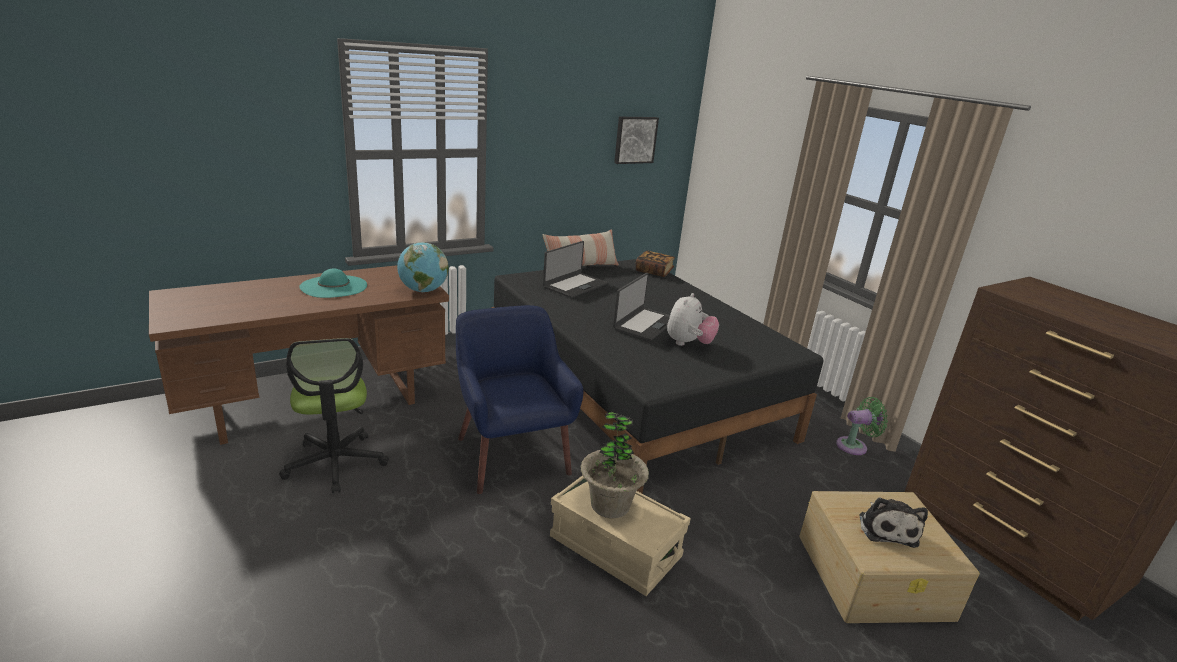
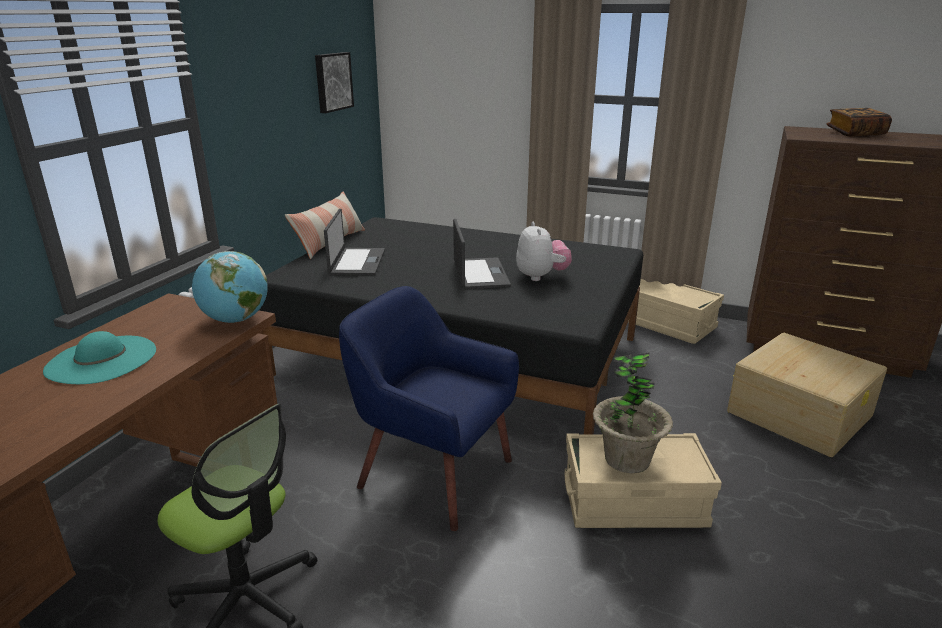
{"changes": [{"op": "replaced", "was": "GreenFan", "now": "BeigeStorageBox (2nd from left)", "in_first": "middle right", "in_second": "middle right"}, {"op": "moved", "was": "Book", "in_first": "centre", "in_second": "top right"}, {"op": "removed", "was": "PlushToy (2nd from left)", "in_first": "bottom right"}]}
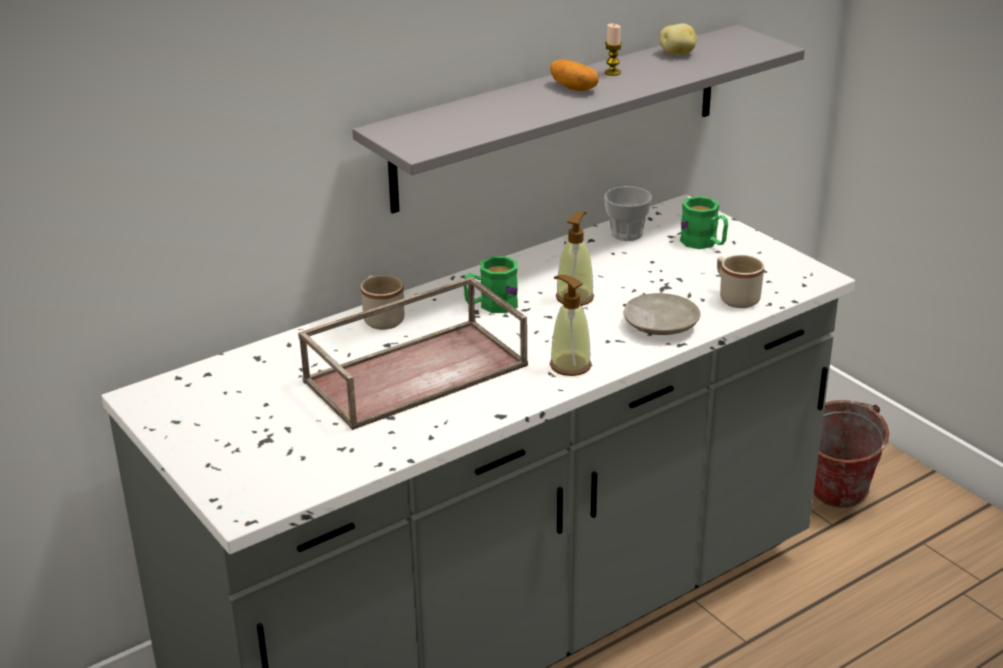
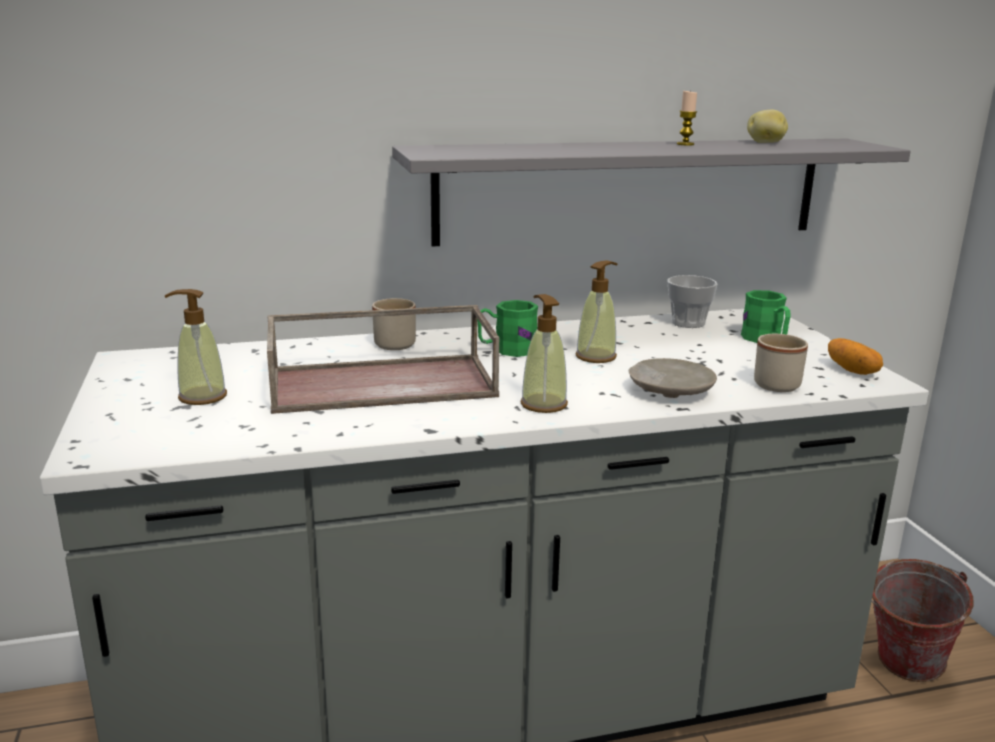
{"changes": [{"op": "added", "now": "SoapDispenser (1st from left)", "in_second": "middle left"}, {"op": "moved", "was": "Potato (1st from left in the first image)", "now": "Potato (2nd from left)", "in_first": "top centre", "in_second": "middle right"}]}
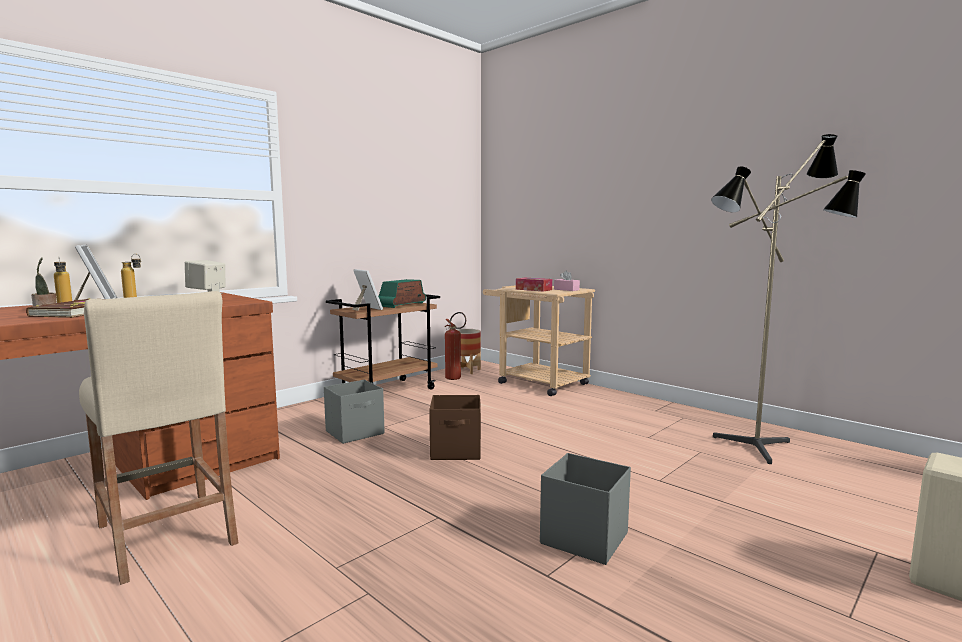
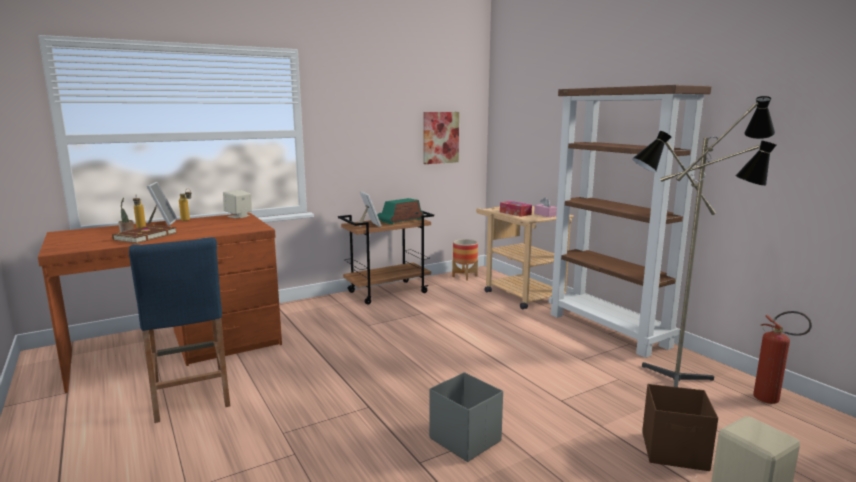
{"changes": [{"op": "recoloured", "was": "BeigeStool (1st from left)", "now": "BlueStool", "in_first": "bottom left", "in_second": "bottom left"}, {"op": "added", "now": "Picture", "in_second": "top centre"}, {"op": "added", "now": "BrownBookcase", "in_second": "middle right"}, {"op": "moved", "was": "BrownStorageBox", "in_first": "centre", "in_second": "bottom right"}, {"op": "moved", "was": "FireExtinguisher", "in_first": "centre", "in_second": "bottom right"}, {"op": "removed", "was": "GreyStorageBox (1st from left)", "in_first": "centre"}]}
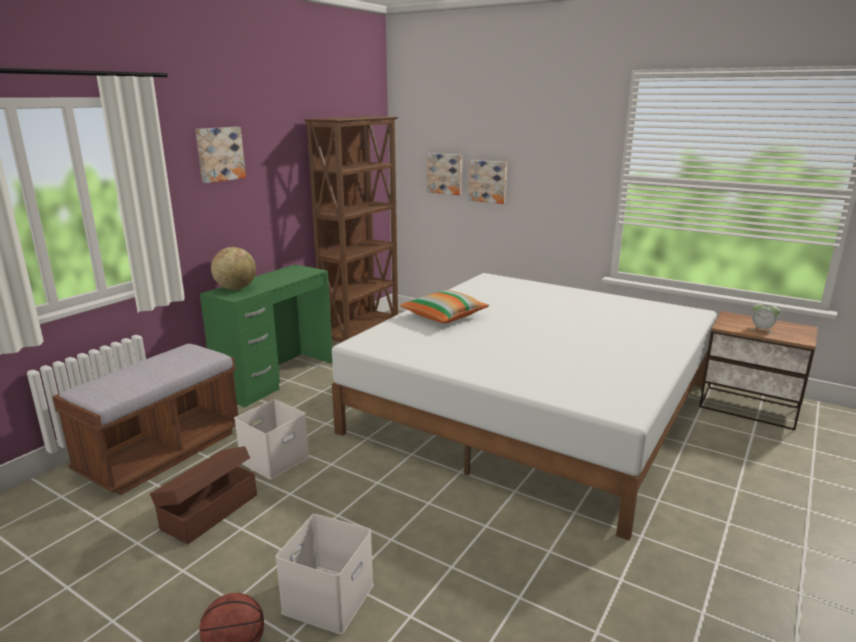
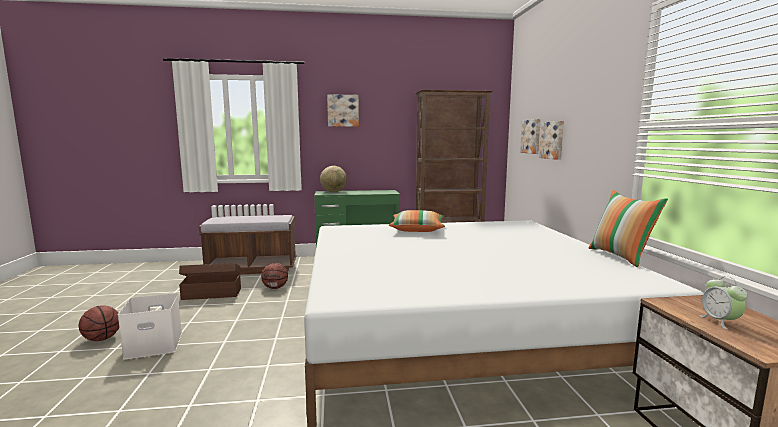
{"changes": [{"op": "replaced", "was": "WhiteStorageBox (1st from left)", "now": "Basketball (2nd from left)", "in_first": "bottom left", "in_second": "centre"}, {"op": "added", "now": "Pillow (2nd from left)", "in_second": "middle right"}]}
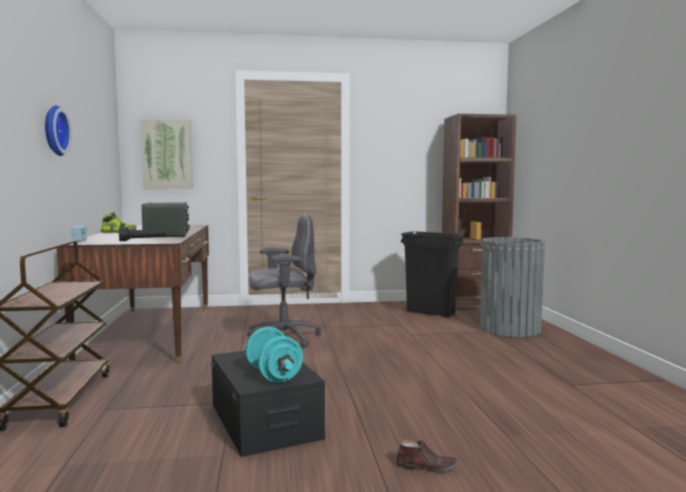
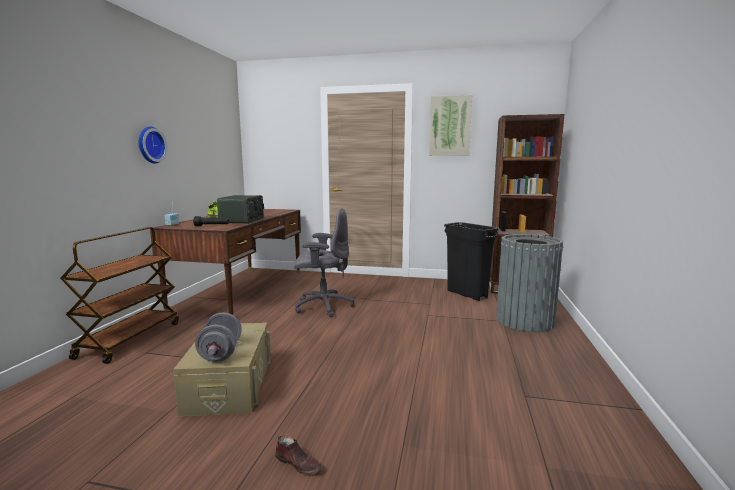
{"changes": [{"op": "recoloured", "was": "BlackStorageBox", "now": "BeigeStorageBox", "in_first": "bottom centre", "in_second": "bottom left"}, {"op": "recoloured", "was": "TurquoiseDumbbell", "now": "GreyDumbbell", "in_first": "bottom centre", "in_second": "bottom left"}, {"op": "moved", "was": "Picture", "in_first": "top left", "in_second": "top centre"}]}
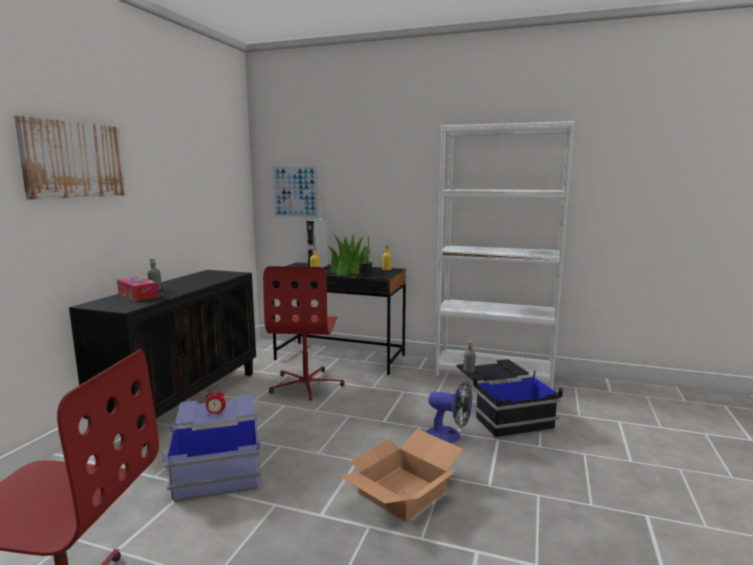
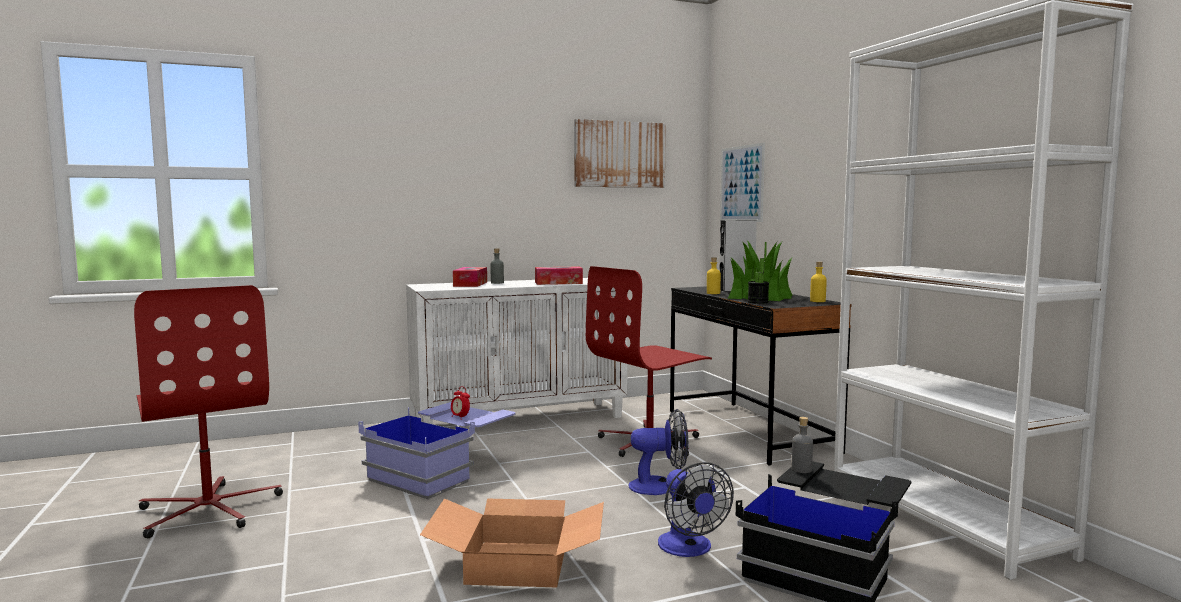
{"changes": [{"op": "recoloured", "was": "BlackCabinet", "now": "WhiteCabinet", "in_first": "middle left", "in_second": "centre"}, {"op": "added", "now": "TissueBox (2nd from left)", "in_second": "centre"}, {"op": "moved", "was": "Picture (1st from left)", "in_first": "top left", "in_second": "top centre"}, {"op": "added", "now": "Fan (1st from left)", "in_second": "bottom centre"}]}
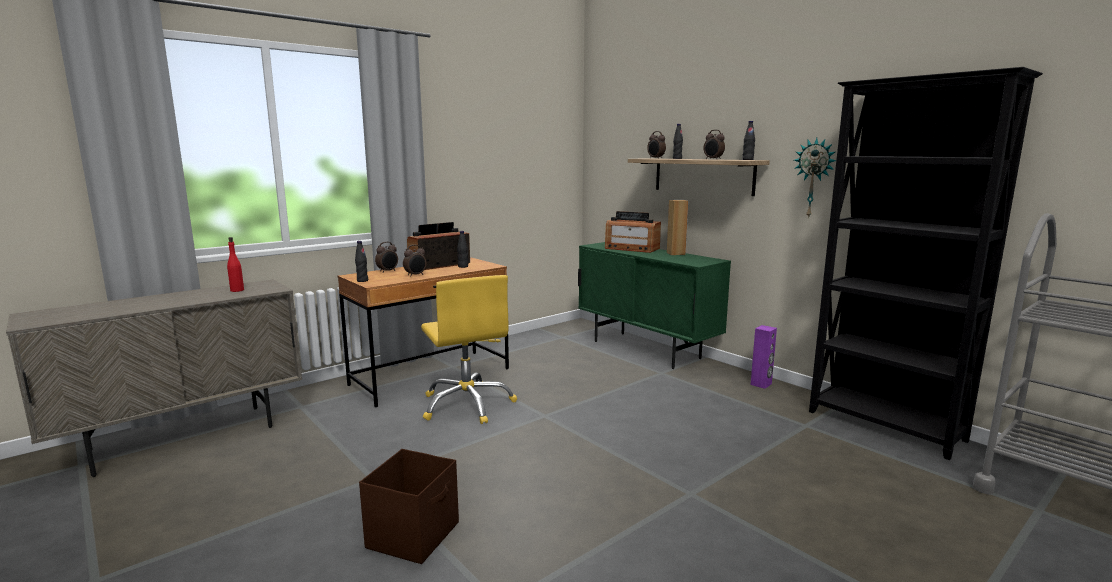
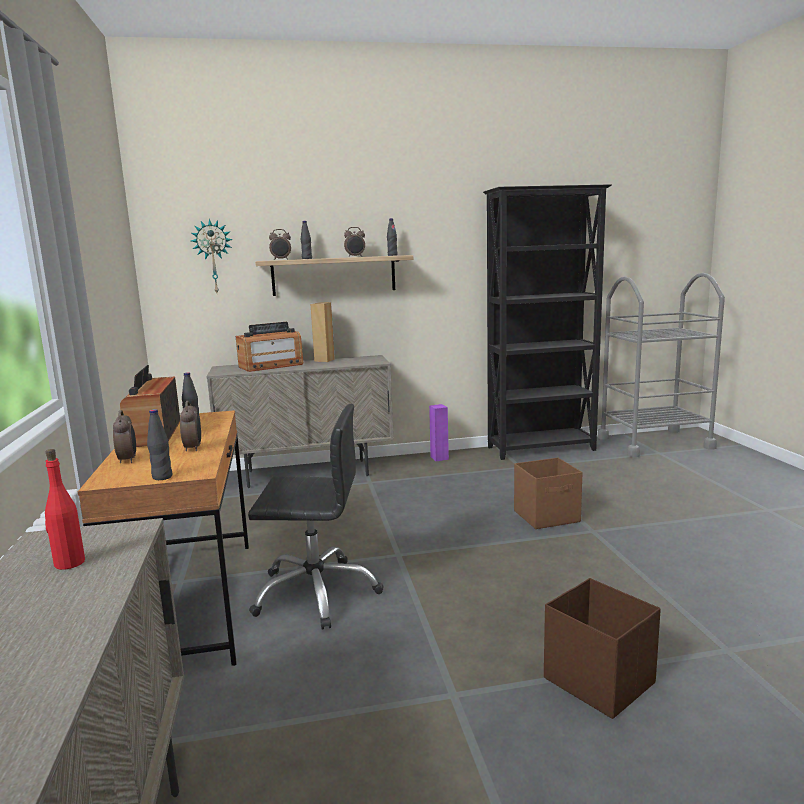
{"changes": [{"op": "moved", "was": "WallClock", "in_first": "top right", "in_second": "top left"}, {"op": "recoloured", "was": "GreenCabinet", "now": "BeigeCabinet (2nd from left)", "in_first": "centre", "in_second": "centre"}, {"op": "recoloured", "was": "YellowOfficeChair", "now": "BlackOfficeChair", "in_first": "centre", "in_second": "centre"}, {"op": "added", "now": "BrownStorageBox (1st from left)", "in_second": "middle right"}]}
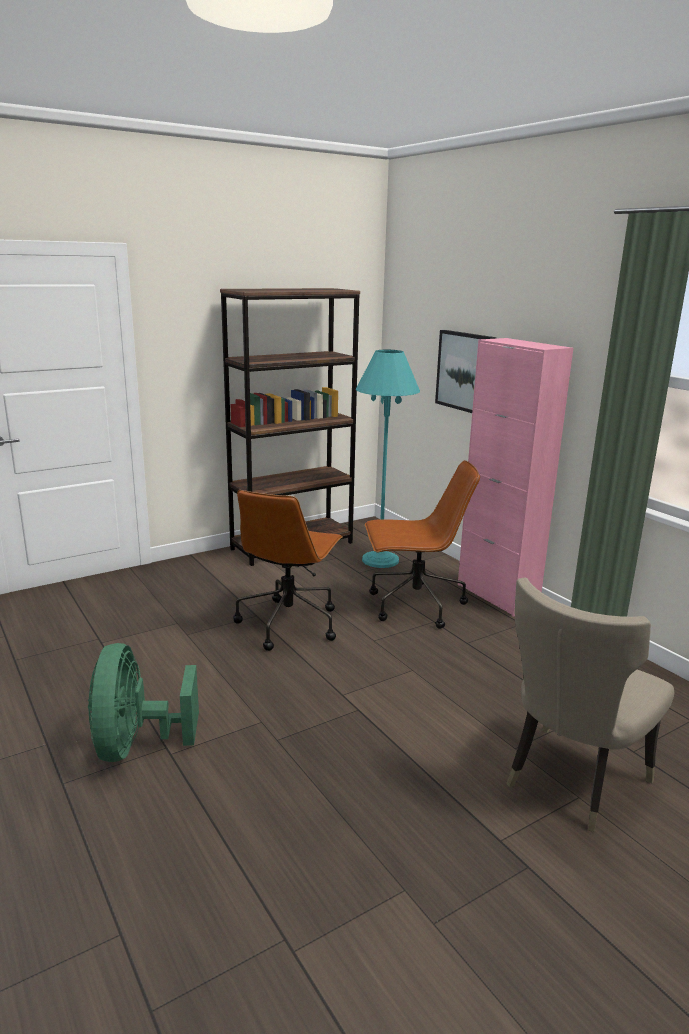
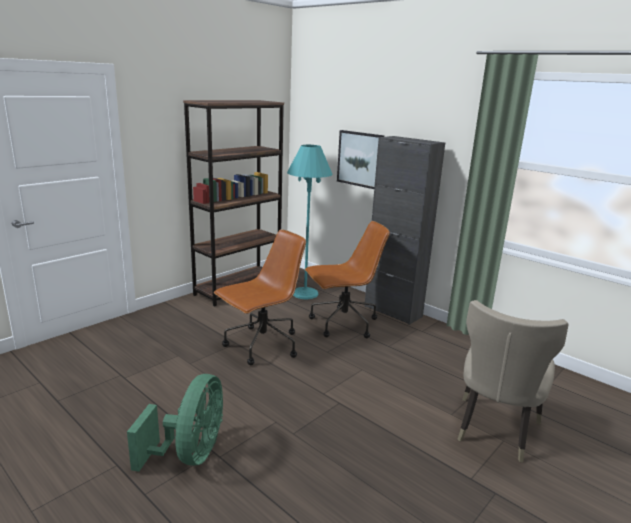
{"changes": [{"op": "turned", "was": "GreenFan", "in_first": "bottom left", "in_second": "bottom left", "clockwise": -150}, {"op": "turned", "was": "BrownOfficeChair (1st from left)", "in_first": "centre", "in_second": "centre", "clockwise": -135}, {"op": "recoloured", "was": "PinkCabinet", "now": "BlackCabinet", "in_first": "middle right", "in_second": "centre"}]}
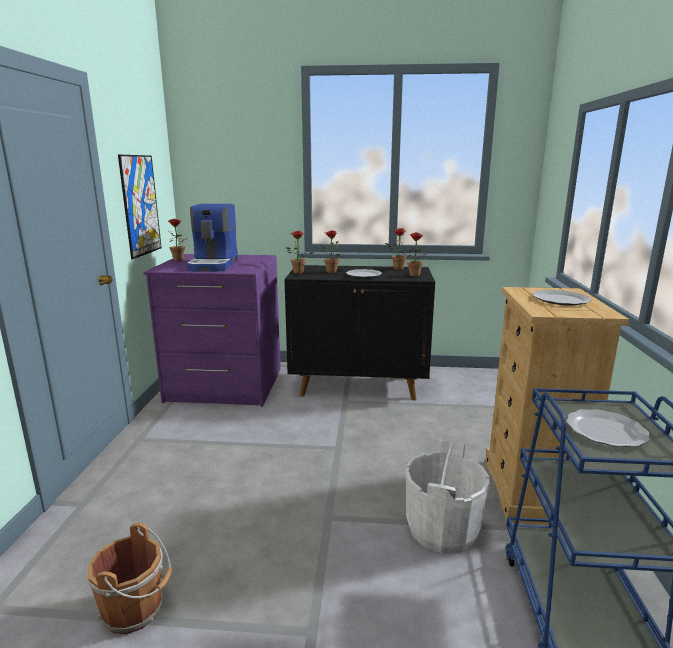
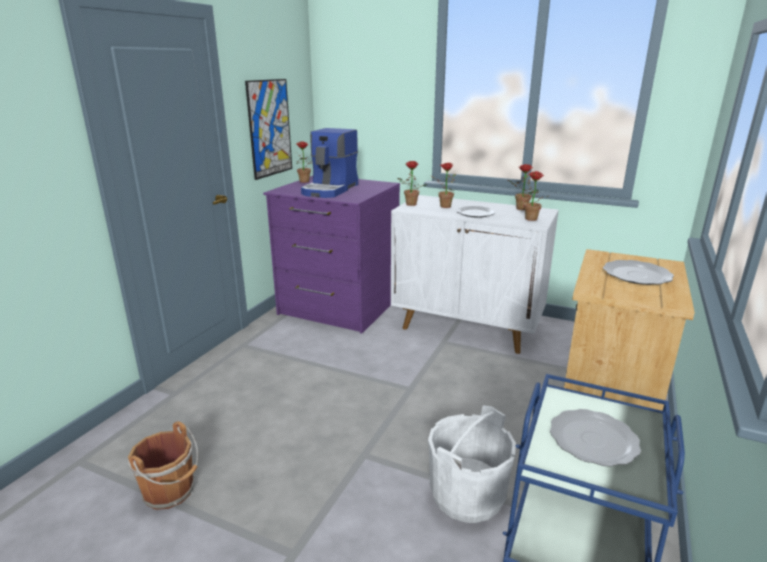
{"changes": [{"op": "recoloured", "was": "BlackCabinet", "now": "WhiteCabinet", "in_first": "centre", "in_second": "centre"}]}
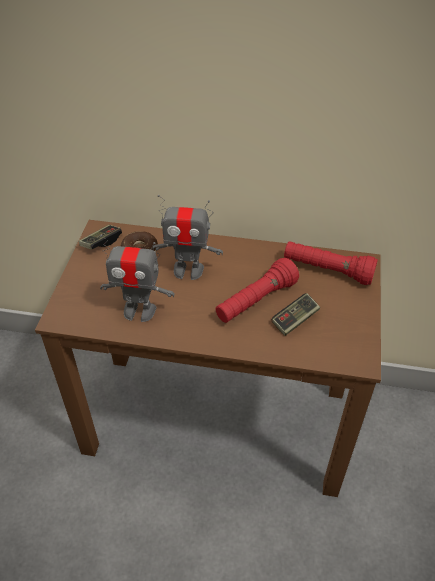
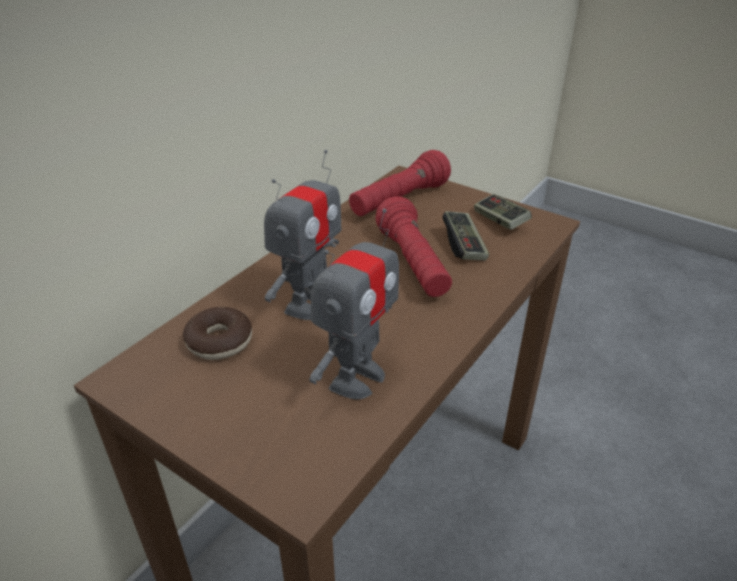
{"changes": [{"op": "moved", "was": "GameController (1st from left in the first image)", "now": "GameController (2nd from left)", "in_first": "middle left", "in_second": "middle right"}]}
